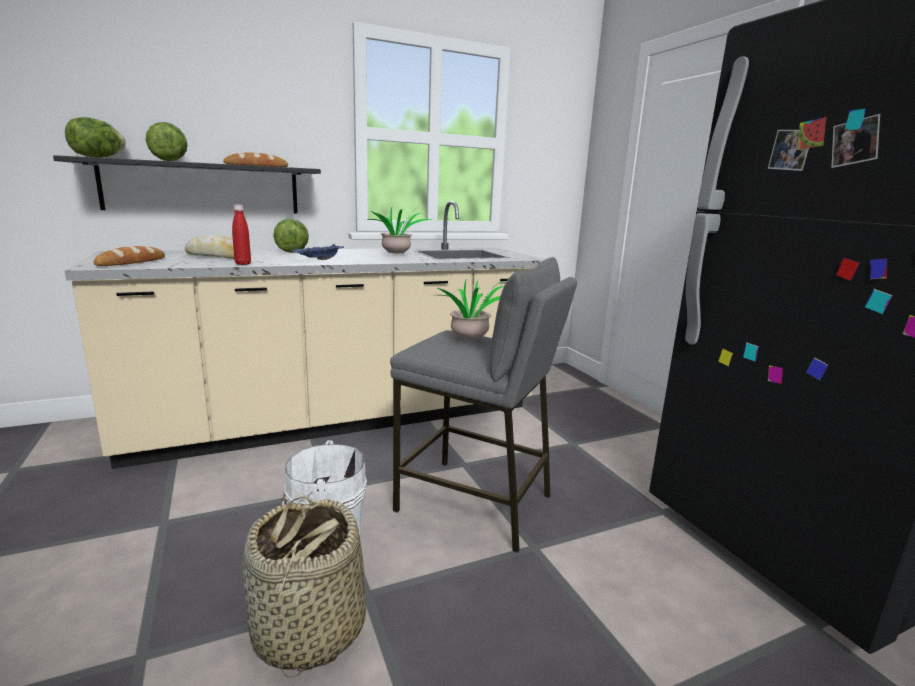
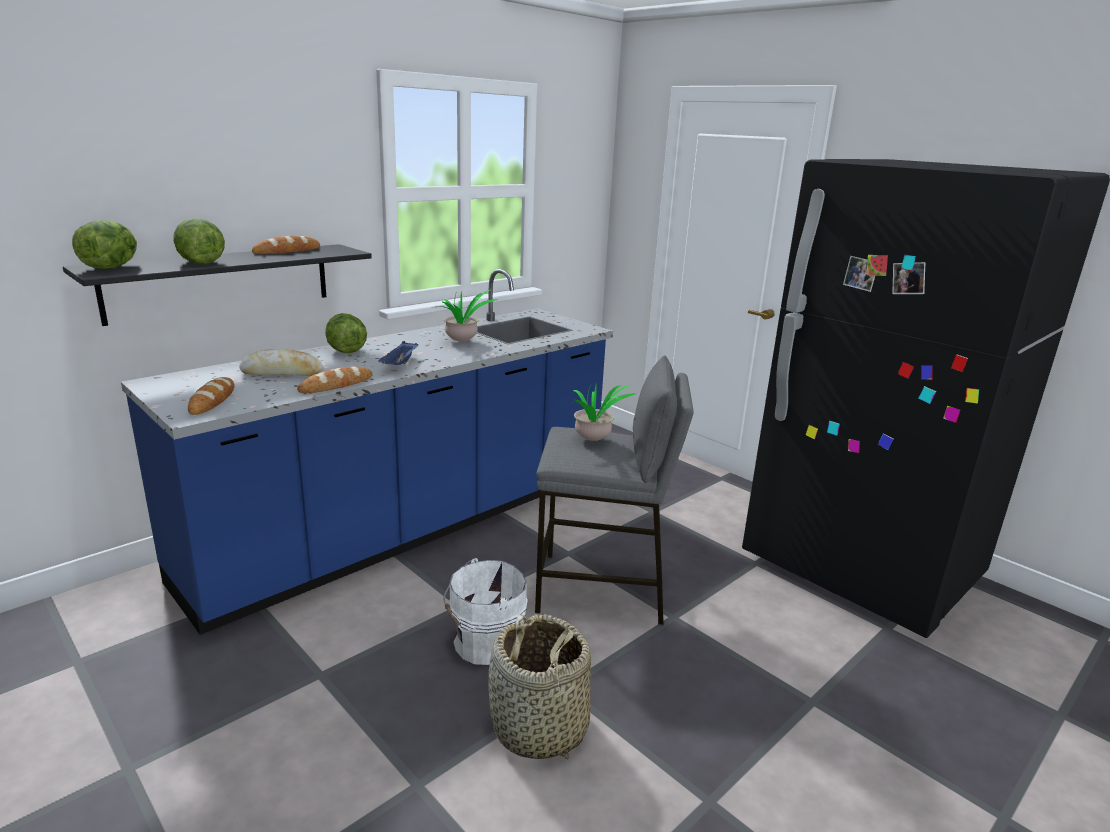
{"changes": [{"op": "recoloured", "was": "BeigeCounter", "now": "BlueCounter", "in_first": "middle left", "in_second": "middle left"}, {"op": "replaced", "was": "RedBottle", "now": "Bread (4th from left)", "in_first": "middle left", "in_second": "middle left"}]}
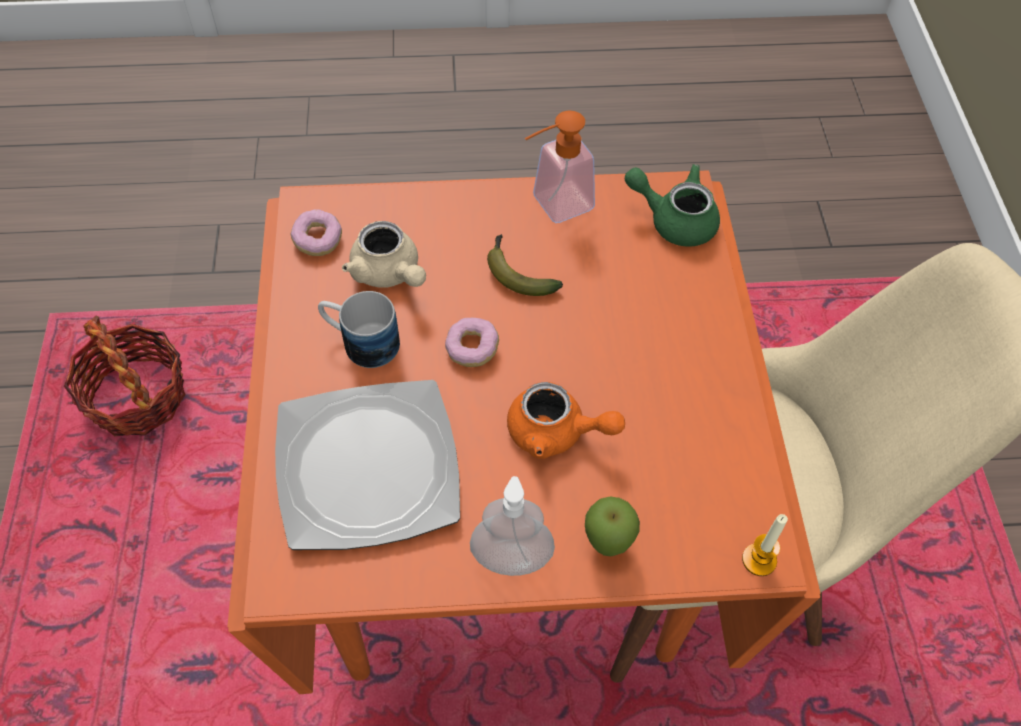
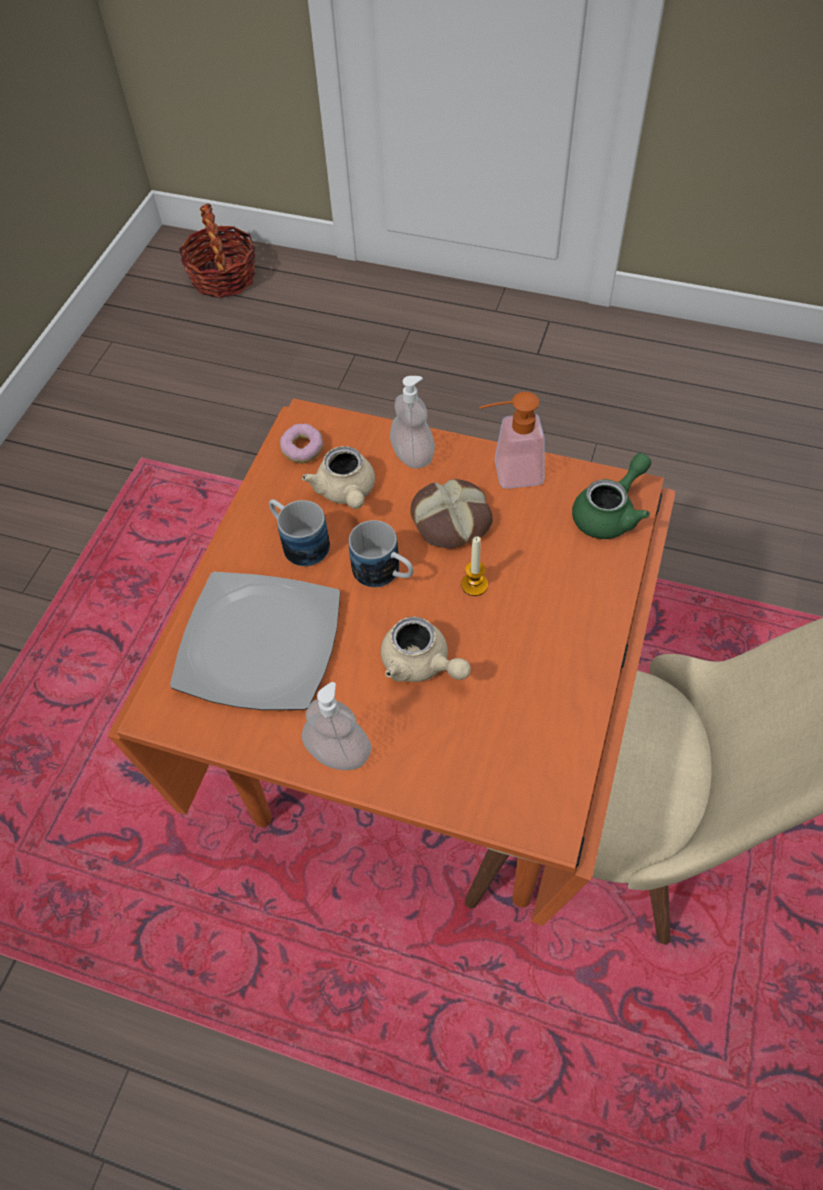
{"changes": [{"op": "moved", "was": "Basket", "in_first": "middle left", "in_second": "top left"}, {"op": "replaced", "was": "Donut (2nd from left)", "now": "Mug (2nd from left)", "in_first": "centre", "in_second": "centre"}, {"op": "recoloured", "was": "OrangeTeapot", "now": "BeigeTeapot (2nd from left)", "in_first": "centre", "in_second": "centre"}, {"op": "added", "now": "SoapDispenser (2nd from left)", "in_second": "centre"}, {"op": "replaced", "was": "Banana", "now": "Bread", "in_first": "centre", "in_second": "centre"}, {"op": "moved", "was": "Candle", "in_first": "bottom right", "in_second": "centre"}, {"op": "turned", "was": "GreenTeapot", "in_first": "top centre", "in_second": "middle right", "clockwise": 90}, {"op": "removed", "was": "Apple", "in_first": "bottom centre"}]}
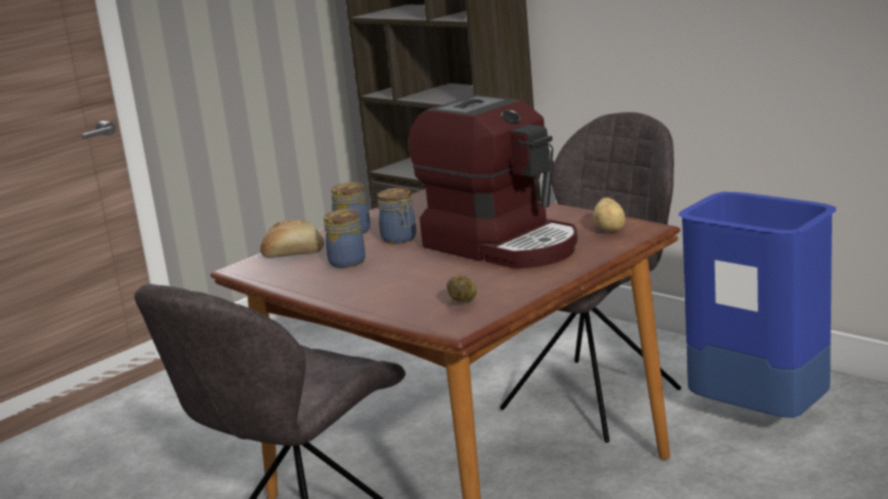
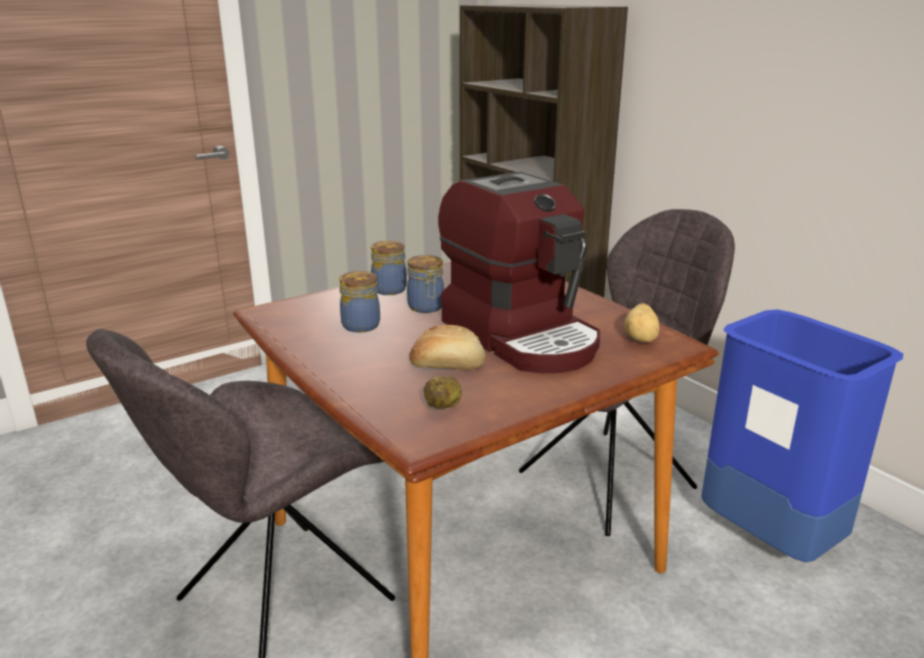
{"changes": [{"op": "moved", "was": "Bread", "in_first": "middle left", "in_second": "centre"}]}
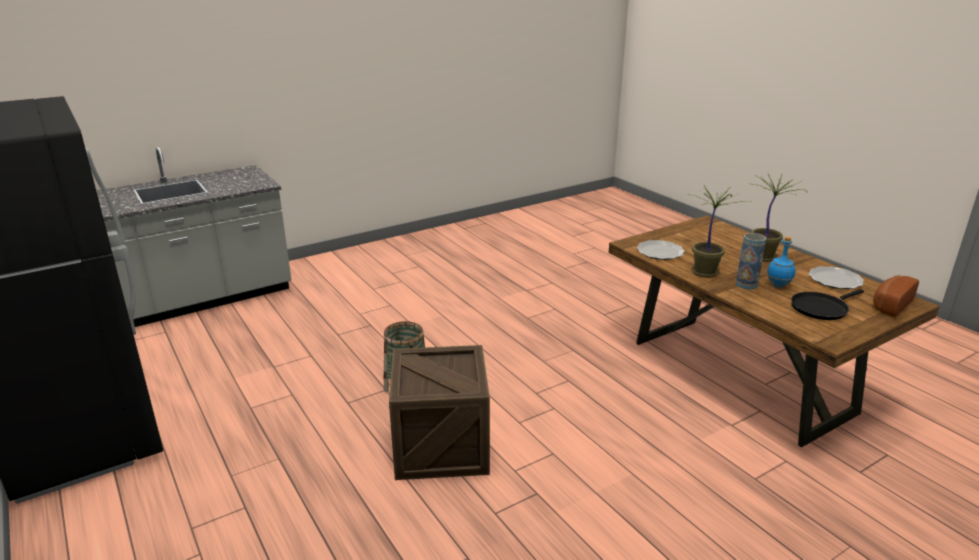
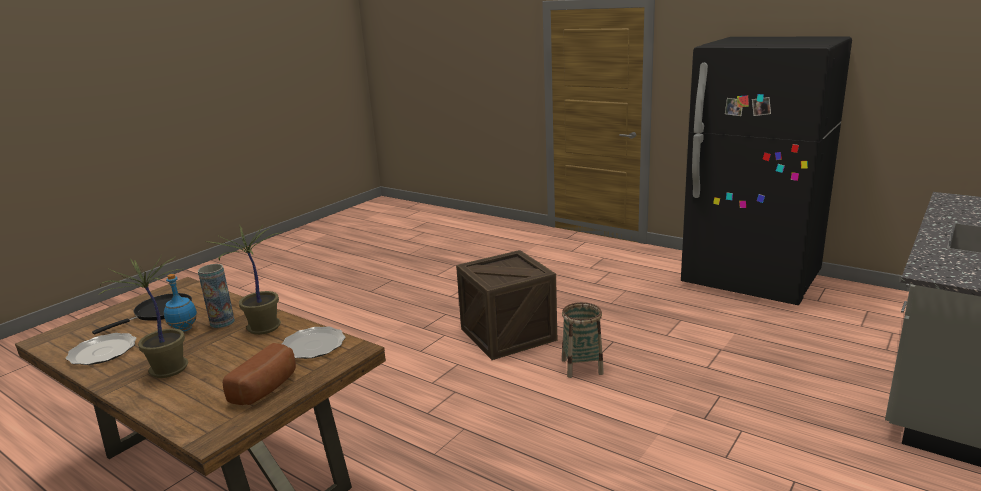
{"changes": [{"op": "moved", "was": "Bread", "in_first": "middle right", "in_second": "bottom left"}]}
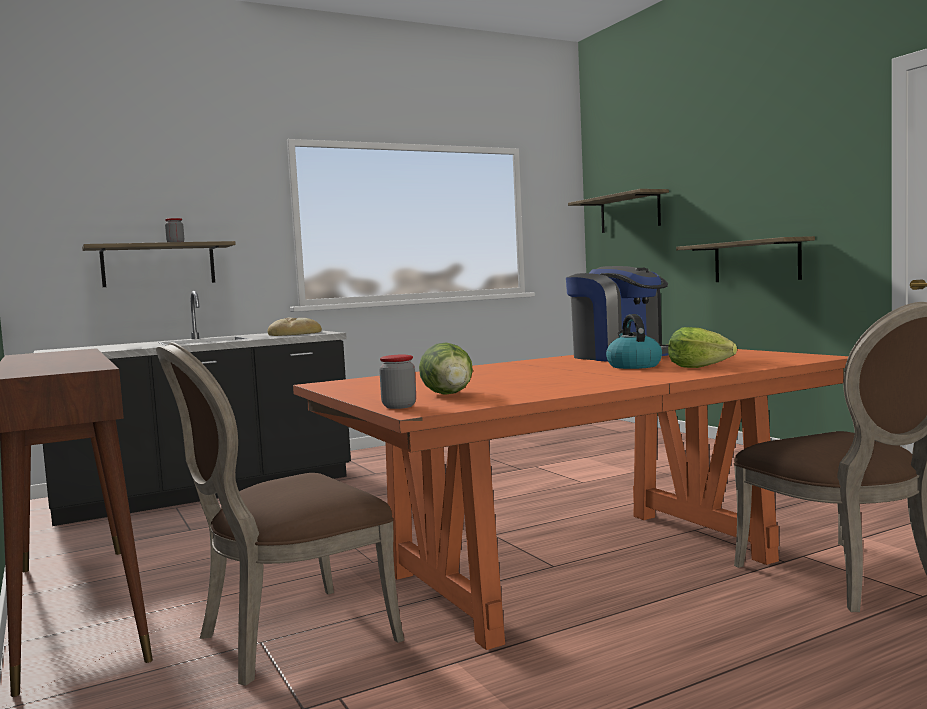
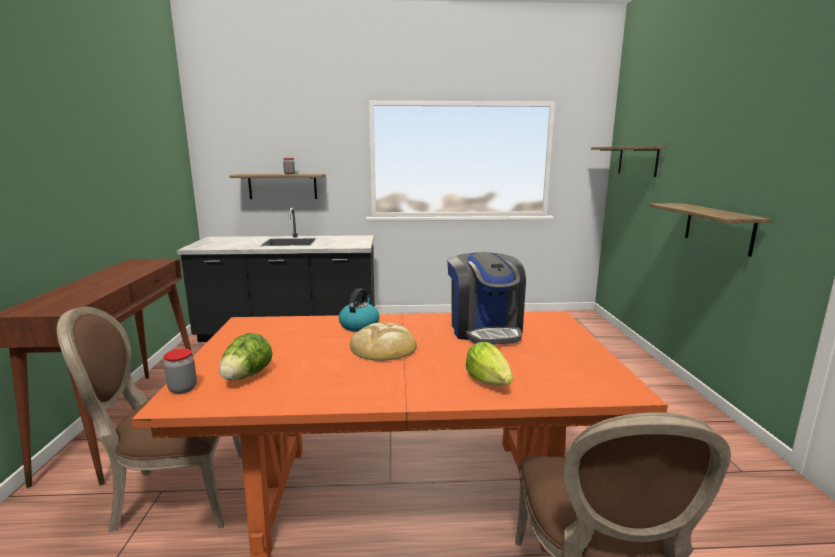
{"changes": [{"op": "moved", "was": "Kettle", "in_first": "middle right", "in_second": "centre"}, {"op": "moved", "was": "Bread", "in_first": "middle left", "in_second": "centre"}]}
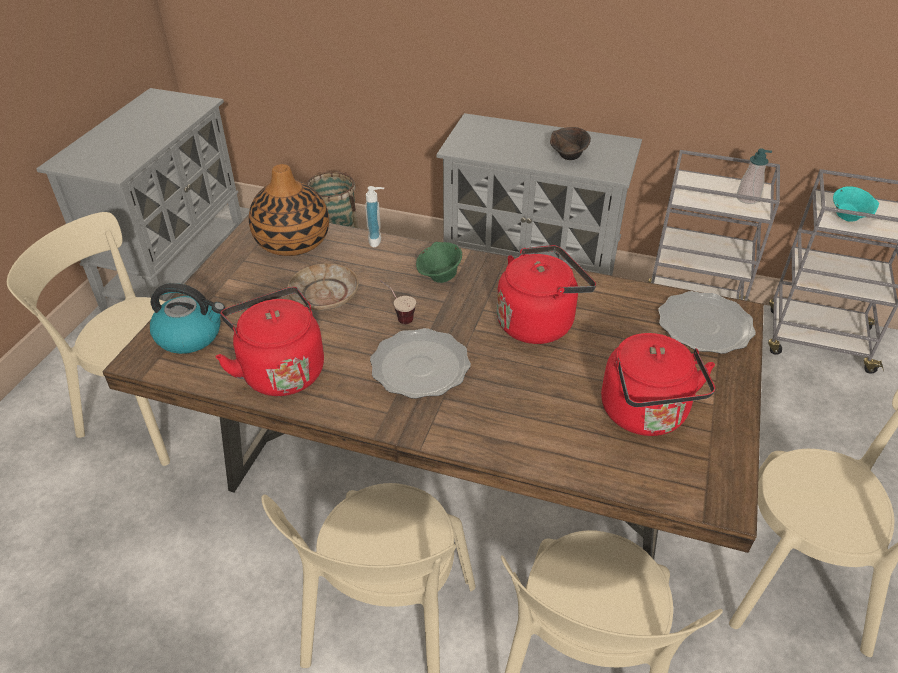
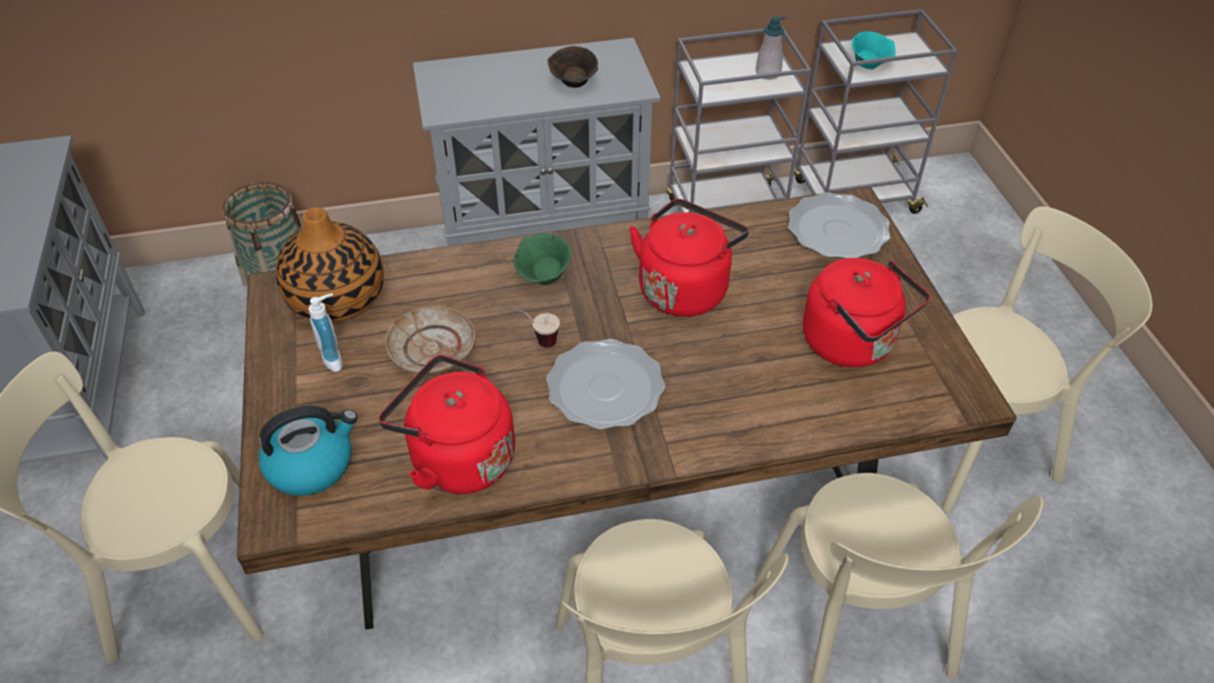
{"changes": [{"op": "moved", "was": "SoapDispenser (1st from left)", "in_first": "top centre", "in_second": "middle left"}]}
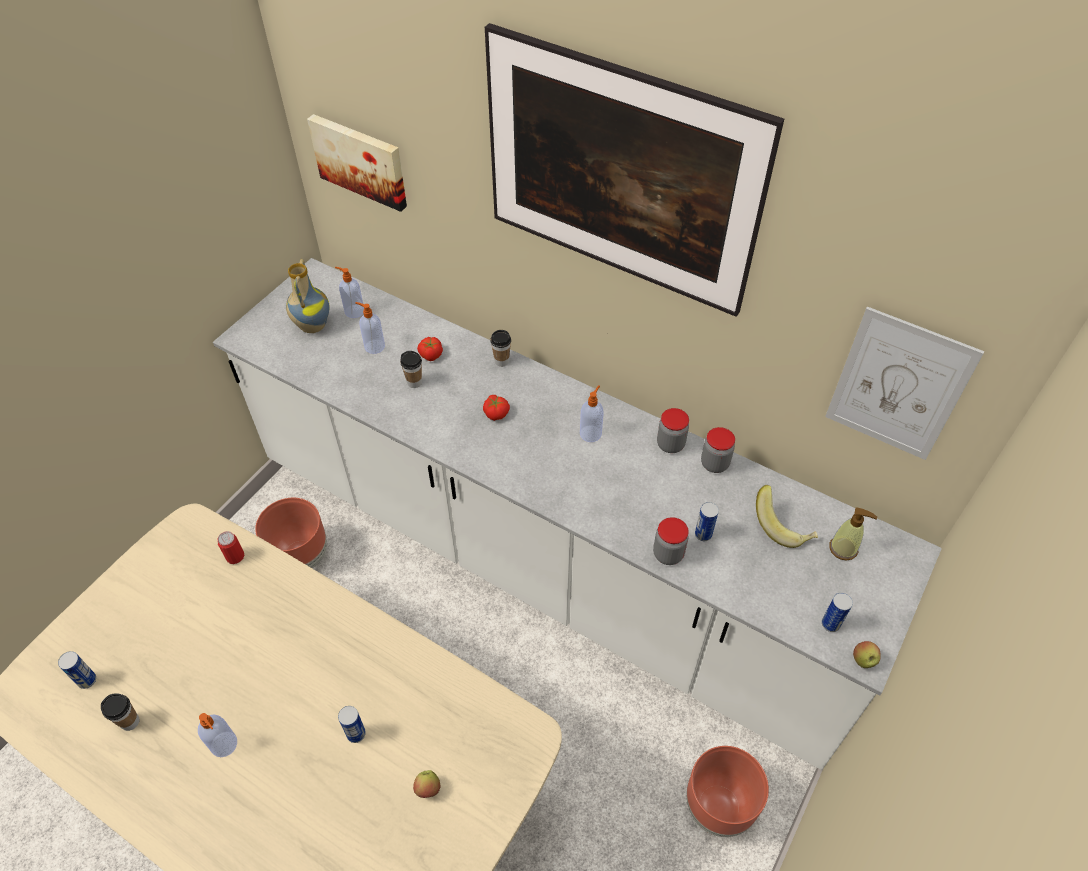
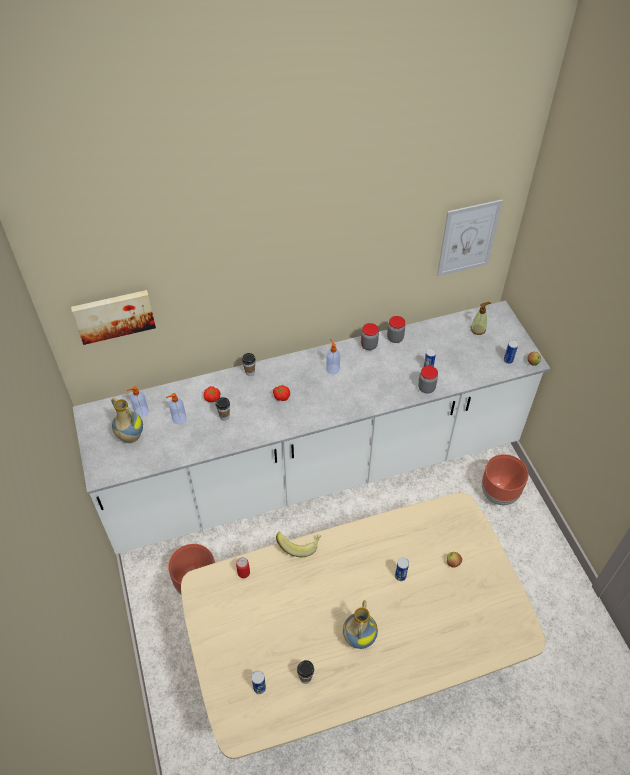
{"changes": [{"op": "moved", "was": "Banana", "in_first": "middle right", "in_second": "bottom centre"}, {"op": "replaced", "was": "SoapDispenser (1st from left)", "now": "Vase (2nd from left)", "in_first": "bottom left", "in_second": "bottom centre"}, {"op": "removed", "was": "Picture (2nd from left)", "in_first": "top centre"}]}
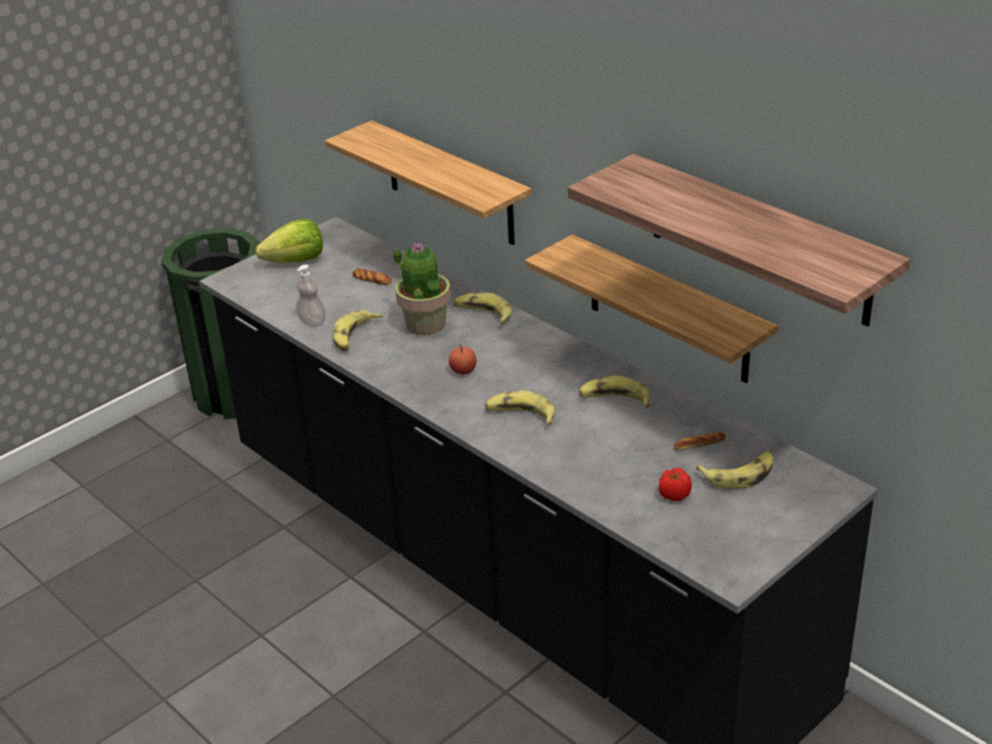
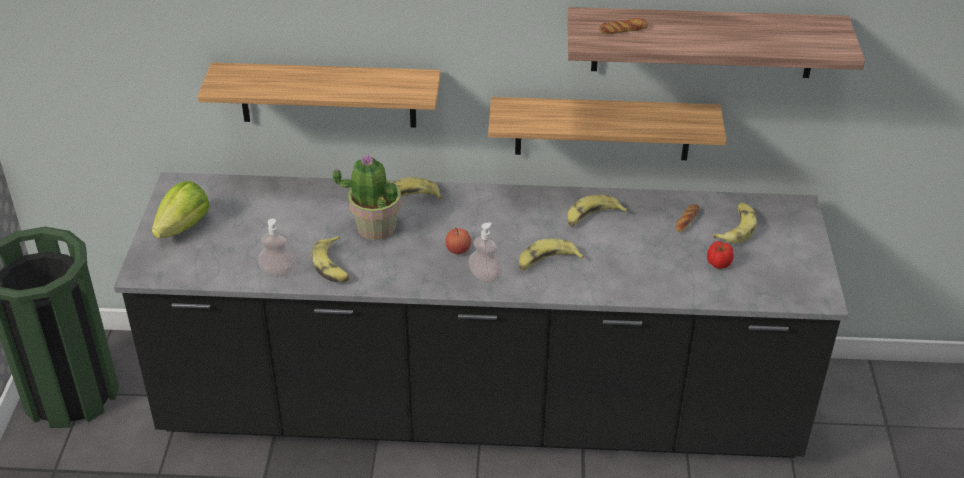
{"changes": [{"op": "added", "now": "SoapDispenser (2nd from left)", "in_second": "centre"}, {"op": "moved", "was": "Bread (1st from left)", "in_first": "centre", "in_second": "top centre"}]}
